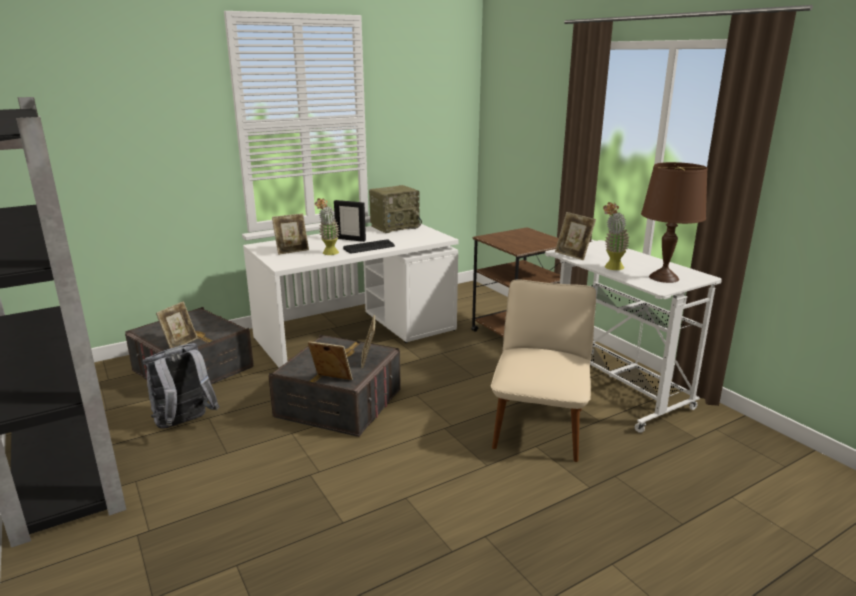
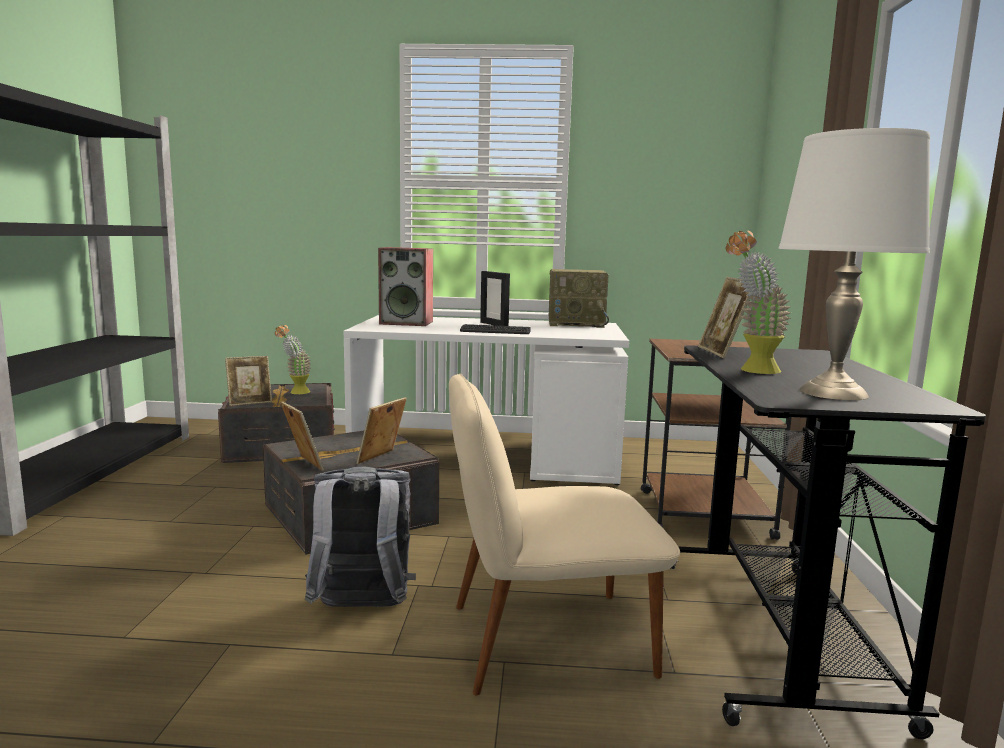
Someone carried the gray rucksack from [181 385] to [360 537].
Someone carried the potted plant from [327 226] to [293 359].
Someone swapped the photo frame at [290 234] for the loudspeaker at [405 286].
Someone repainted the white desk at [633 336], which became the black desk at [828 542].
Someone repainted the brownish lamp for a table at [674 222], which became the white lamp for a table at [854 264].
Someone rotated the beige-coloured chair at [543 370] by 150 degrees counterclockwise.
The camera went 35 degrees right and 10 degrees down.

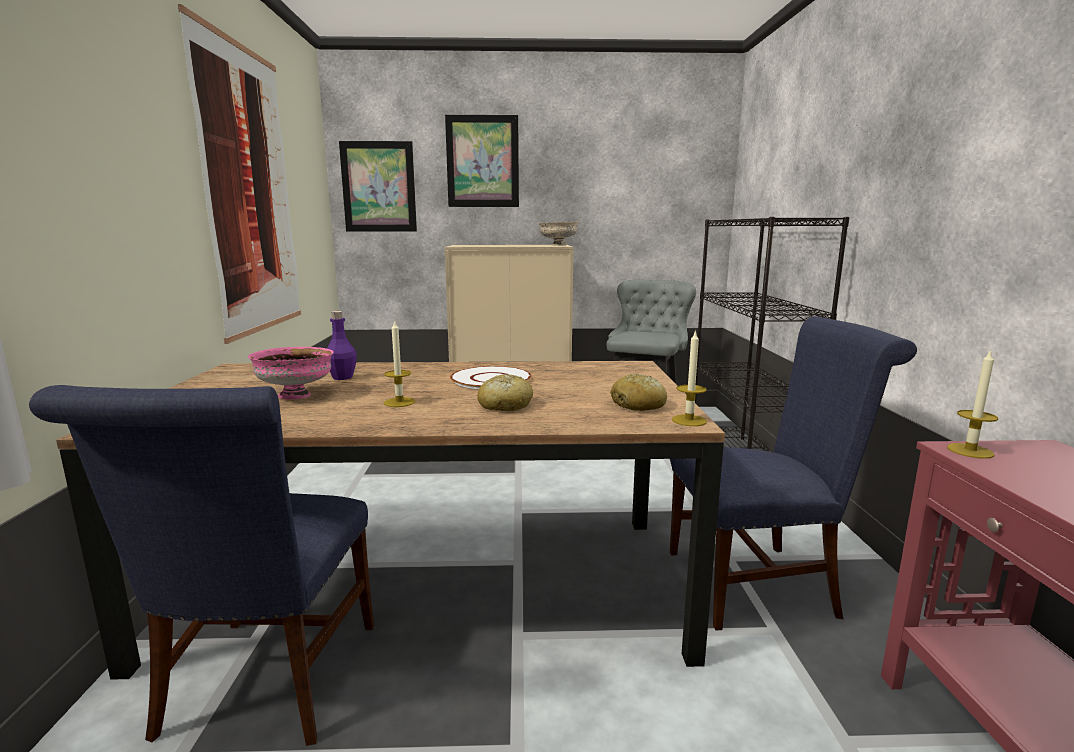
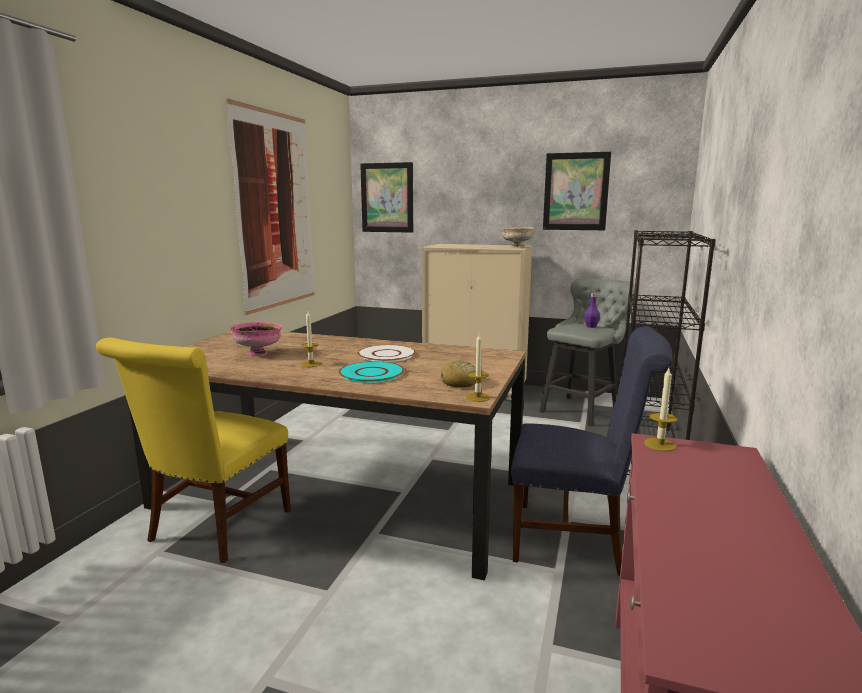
Someone carried the purplish bottle from [342 345] to [592 310].
Someone carried the wall picture from [482 161] to [577 191].
Someone swapped the baked bread at [505 392] for the turquoise flat dish at [371 372].
Someone repainted the blue chair at [201 565], which became the yellow chair at [193 450].
The camera went 20 degrees right and 0 degrees up.

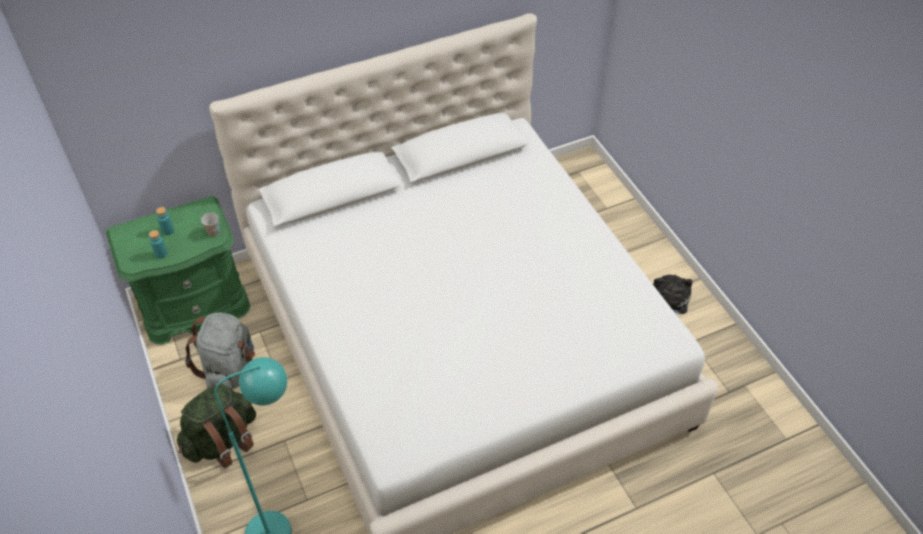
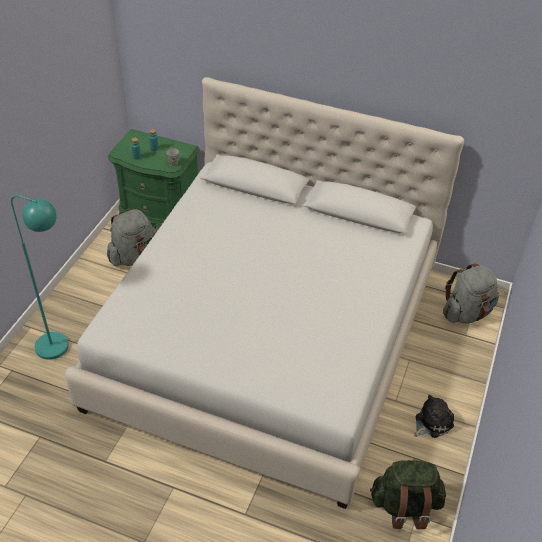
Someone put down the gray rucksack at [471 294].
Someone carried the greenish rucksack from [216 425] to [408 494].
The camera went 45 degrees right and 5 degrees down.

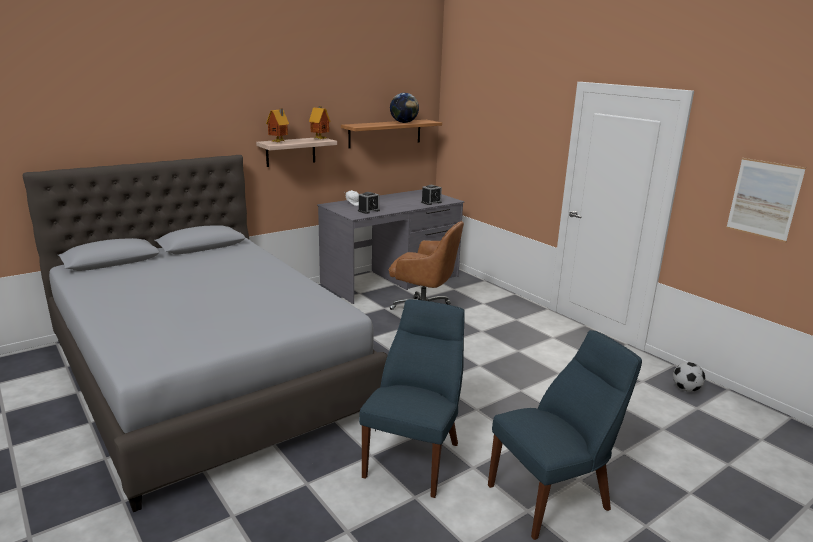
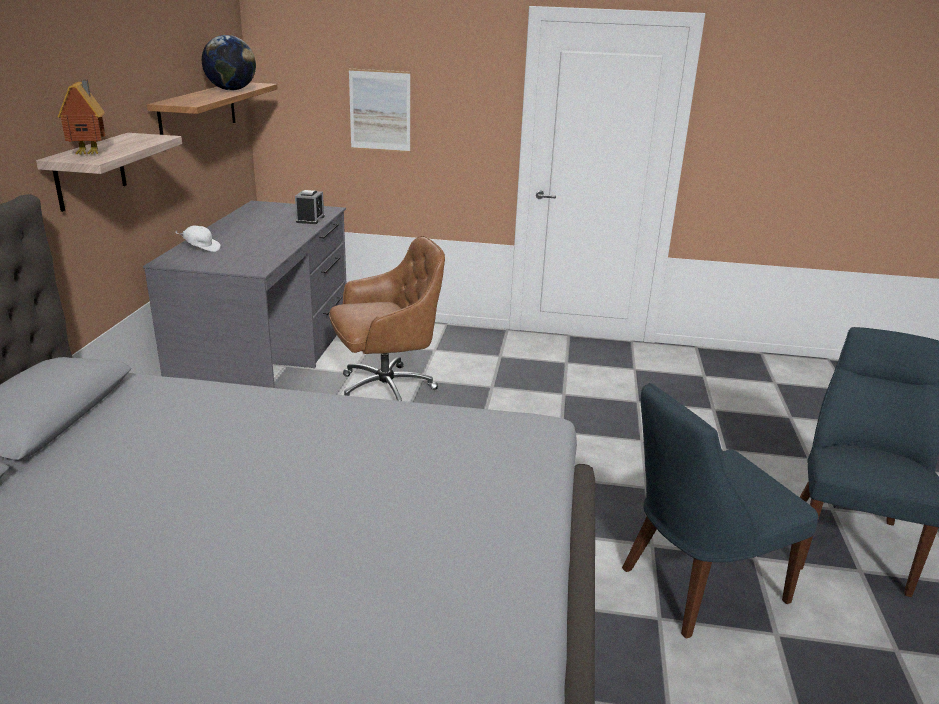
Someone took away the miniature house at [319 122].
Someone took away the alarm clock at [369 203].
Someone took away the football at [689 377].
Someone carried the wall picture from [766 200] to [379 111].
Someone rotated the blue chair at [412 398] by 90 degrees counterclockwise.
The camera went 45 degrees left and 5 degrees up.

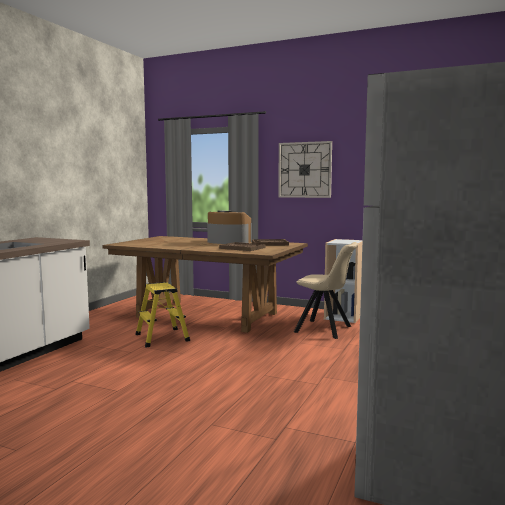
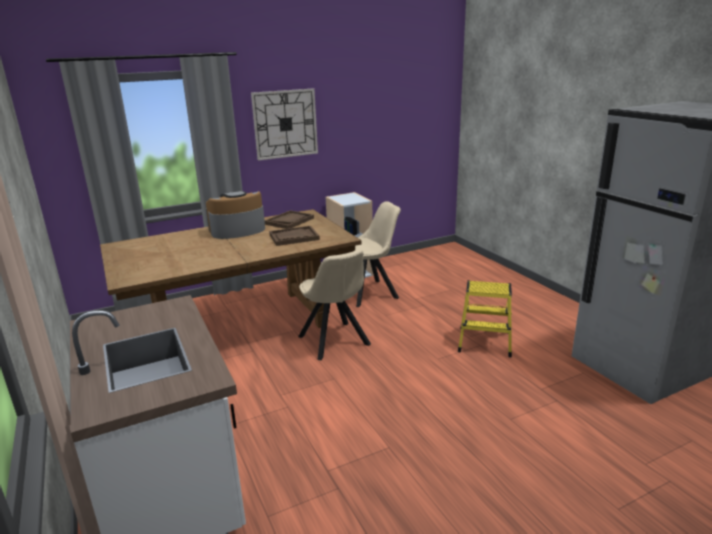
Someone put down the beige-coloured chair at [334 305].
Someone carried the yellow step stool from [162 314] to [485 318].
The camera went 50 degrees left and 15 degrees up.

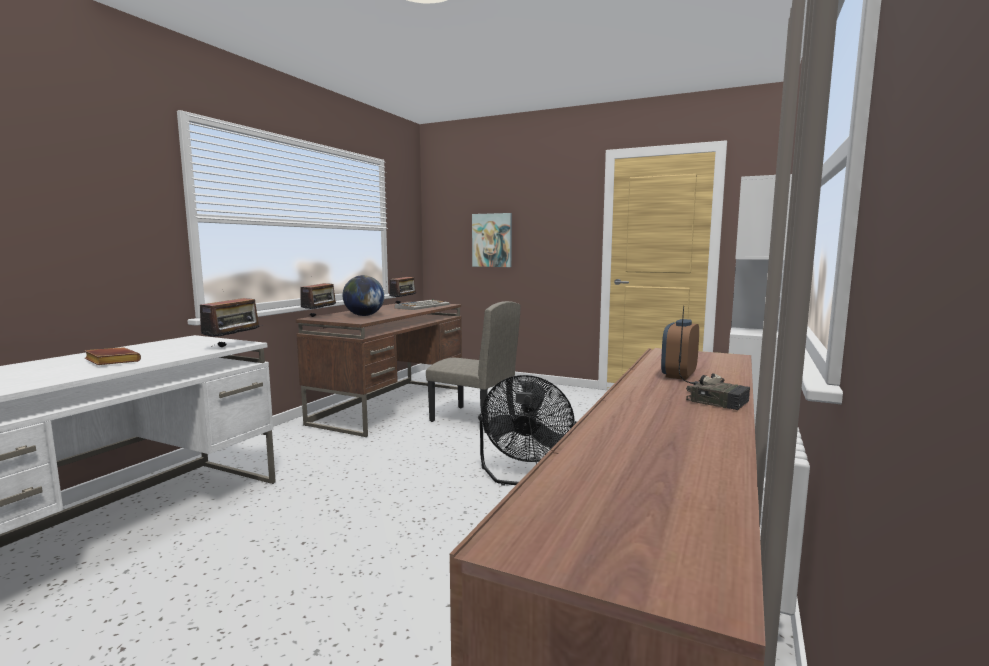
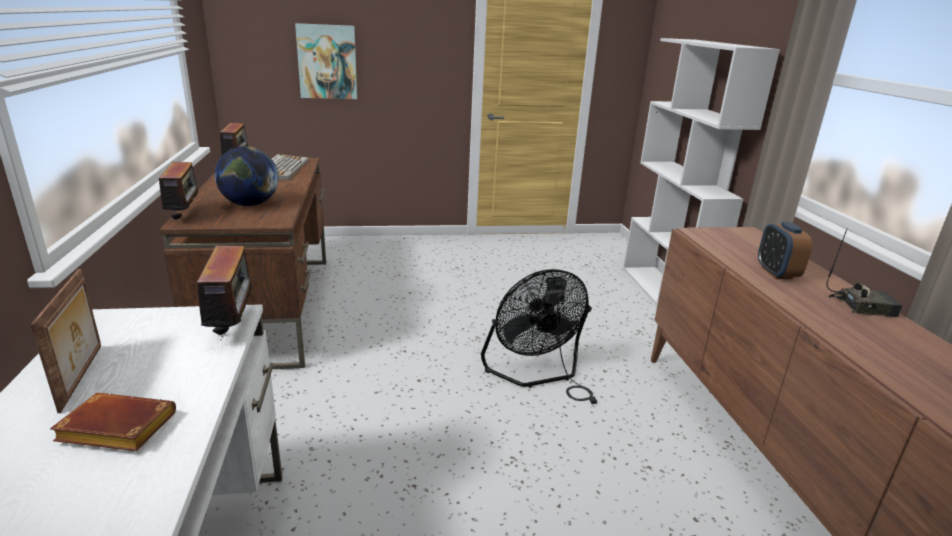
Someone took away the beige-coloured chair at [473 367].
Someone put down the photo frame at [65 341].
The camera went 35 degrees left and 15 degrees up.

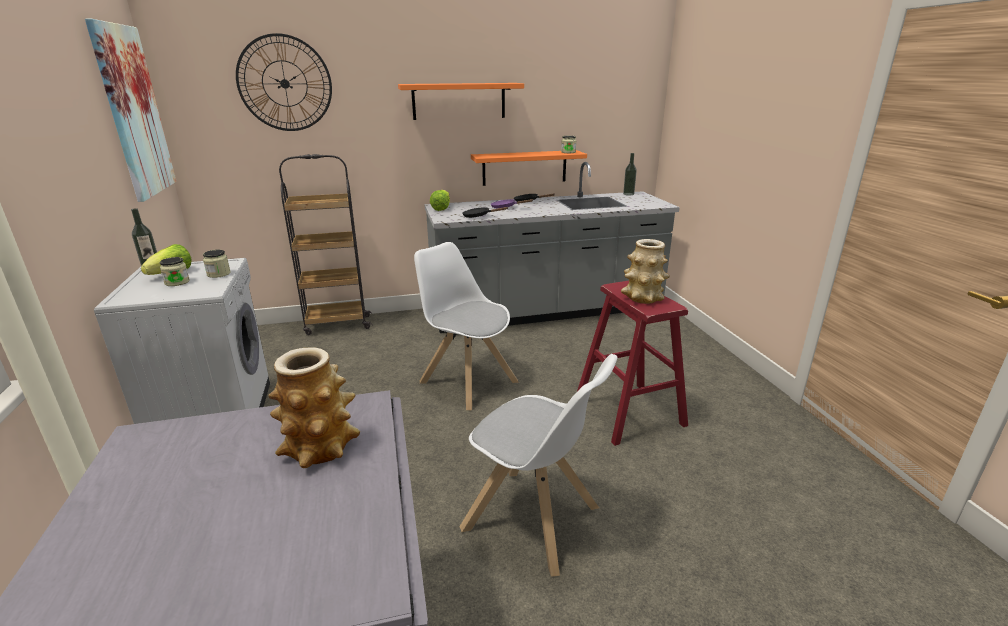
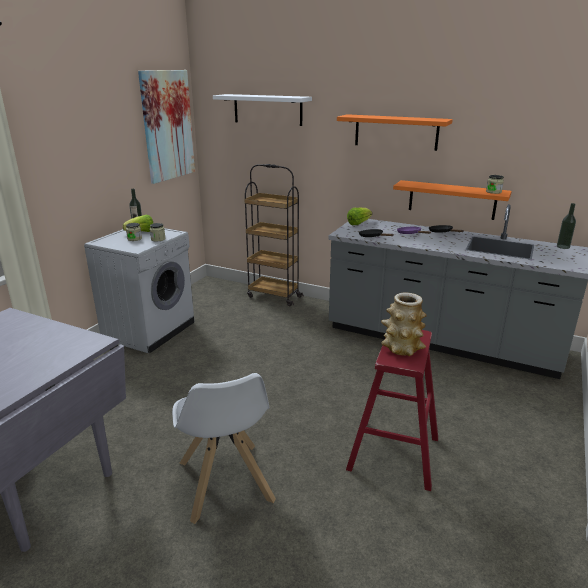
Someone took away the vase at [314 407].
Someone took away the chair at [466 326].
Someone swapped the clock on the wall at [284 82] for the white bracket shelf at [262 110].
The camera went 40 degrees right and 0 degrees up.

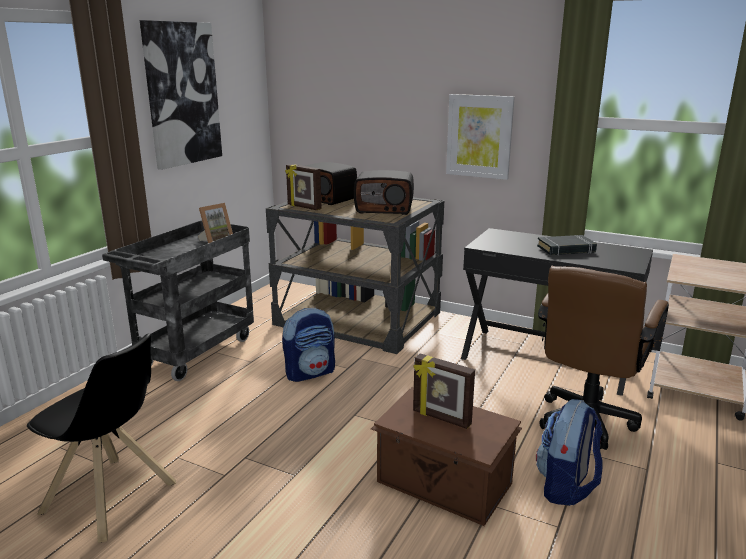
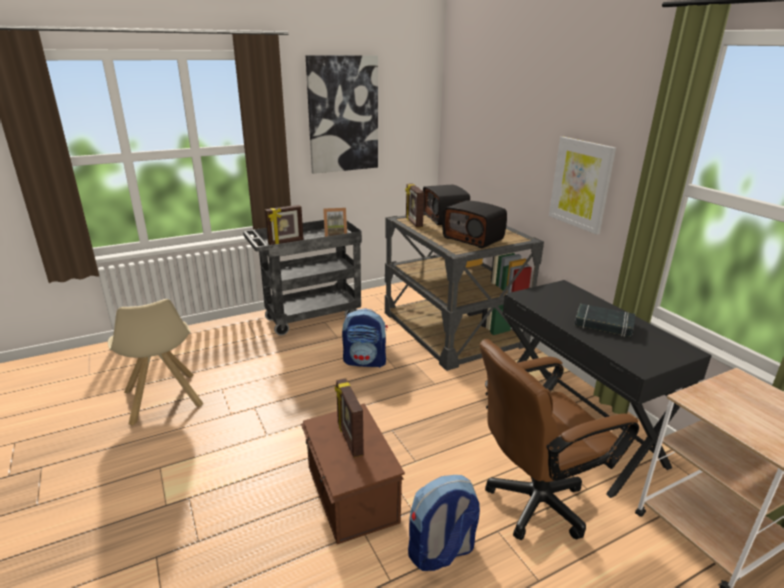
Someone put down the photo frame at [284 225].
Someone repainted the black chair at [101 438], which became the beige-coloured chair at [156 362].
The camera went 35 degrees right and 5 degrees up.

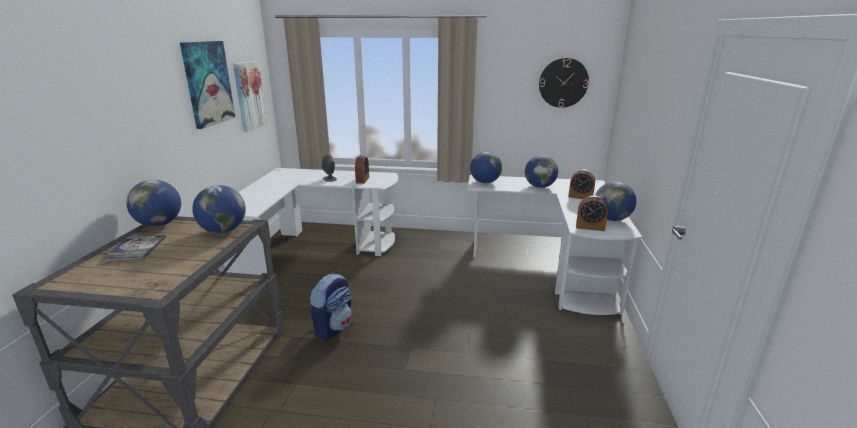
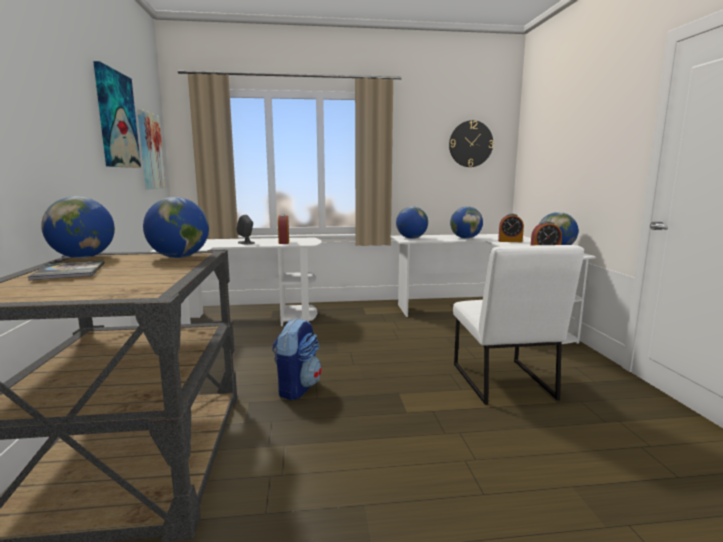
Someone put down the white chair at [518 325].
The camera went 15 degrees left and 10 degrees down.

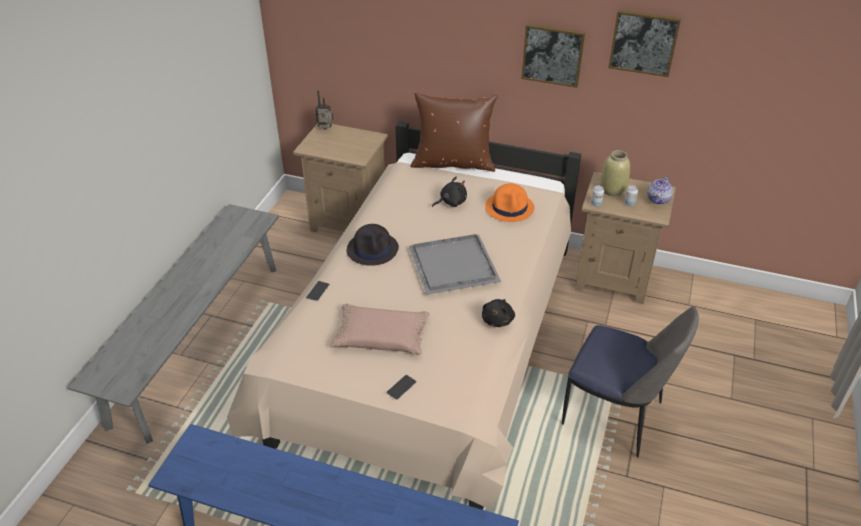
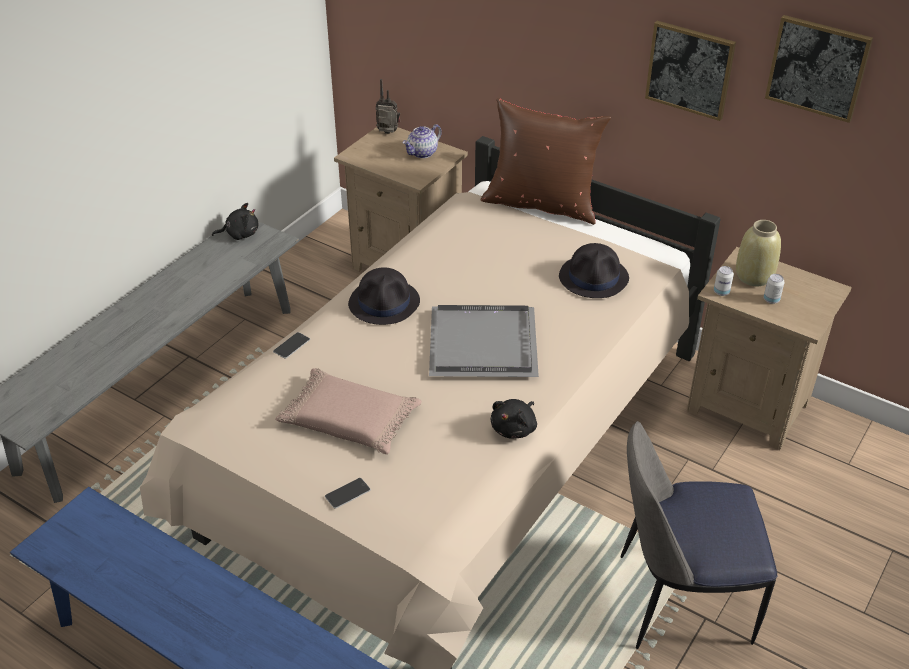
Someone carried the black cuddly toy from [449 192] to [235 221].
Someone carried the pot for tea from [660 190] to [422 141].
Someone repainted the orange-coloured hat at [510 202], which became the black hat at [594 270].
Someone rotated the chair at [630 381] by 135 degrees clockwise.
The camera went 15 degrees right and 0 degrees up.

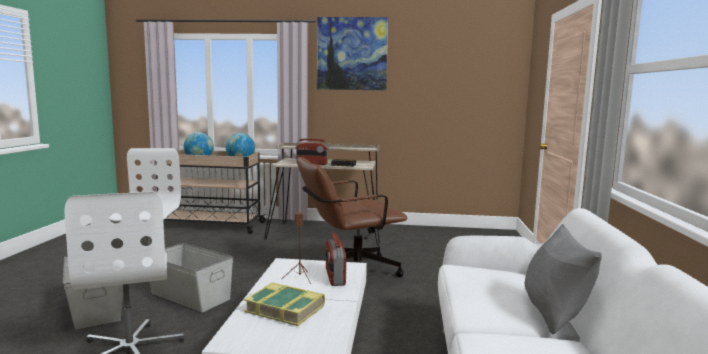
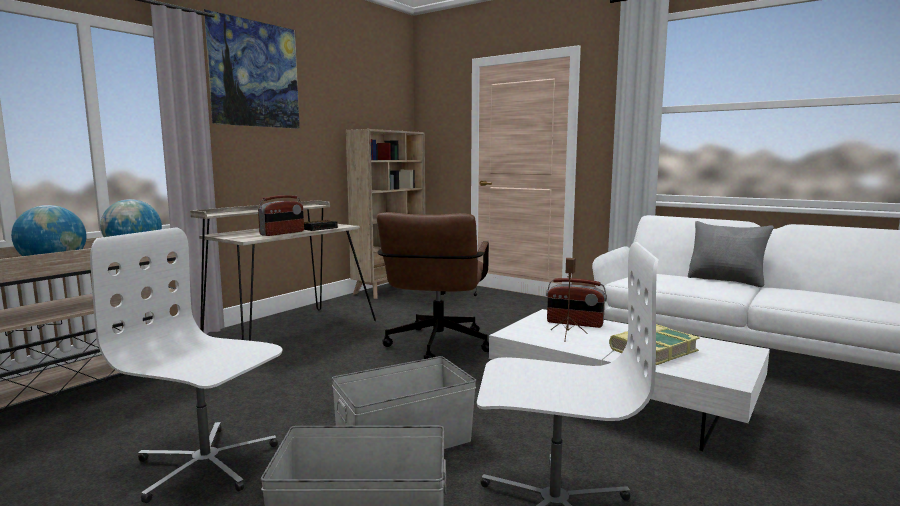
Someone put down the beige-coloured shelving unit at [385 214].
The camera went 60 degrees left and 0 degrees up.

